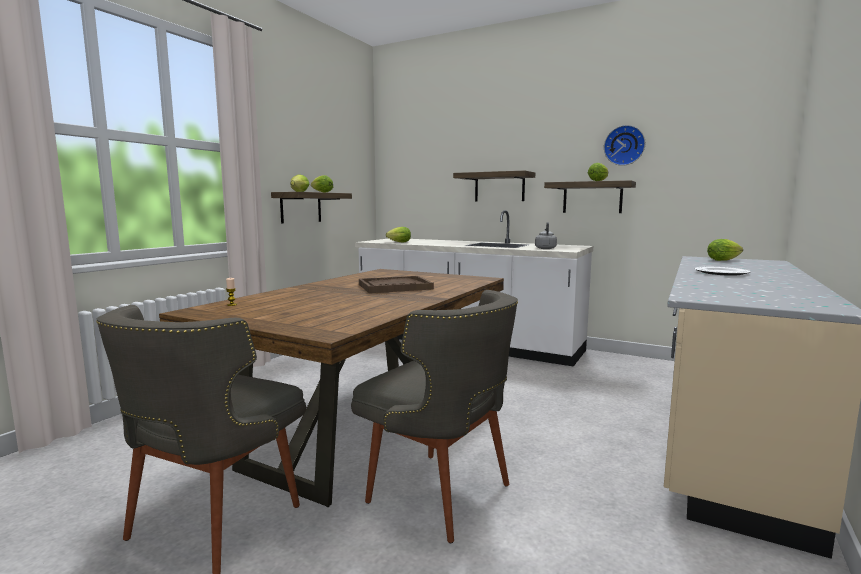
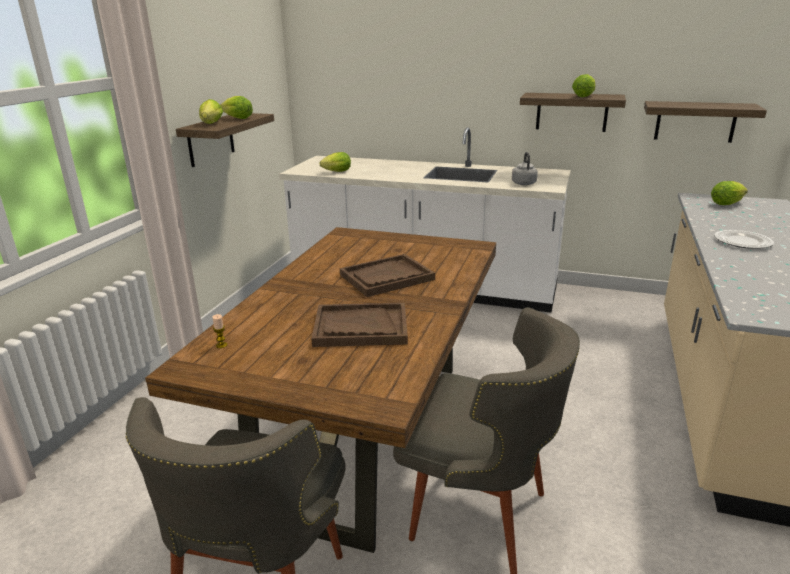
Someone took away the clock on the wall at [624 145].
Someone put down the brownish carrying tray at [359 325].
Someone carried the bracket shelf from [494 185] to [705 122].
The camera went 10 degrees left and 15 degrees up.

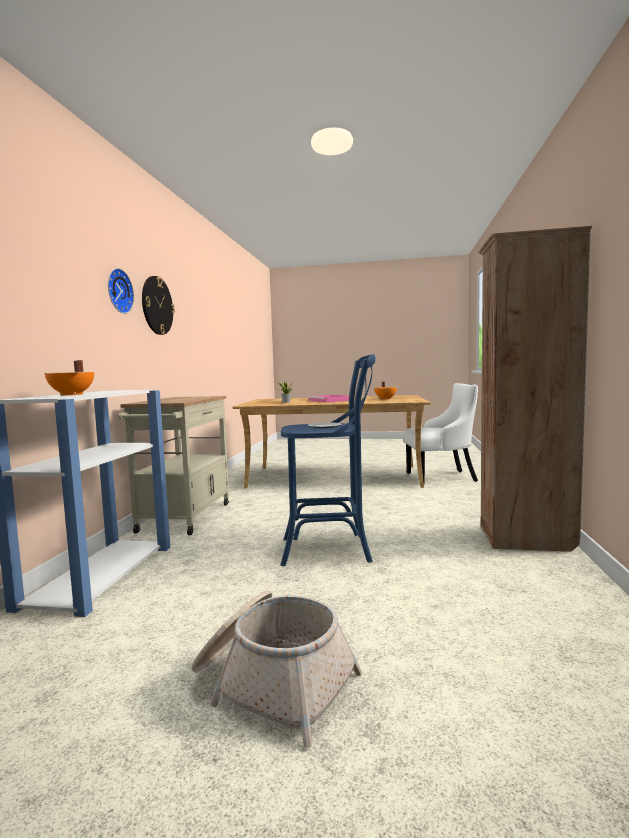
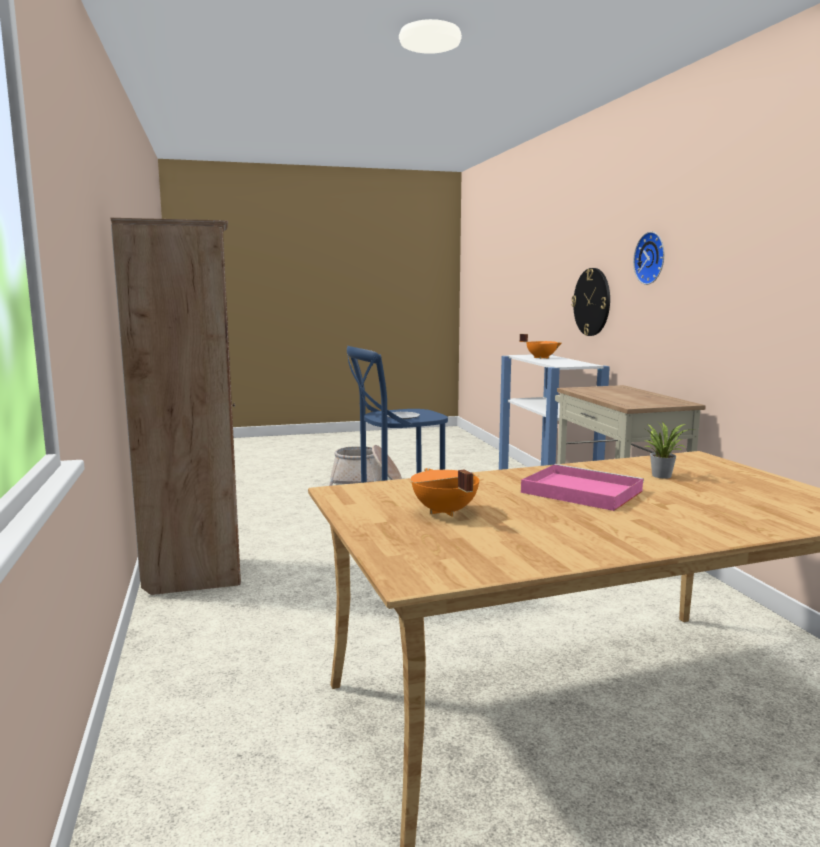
Someone took away the white chair at [440 433].
Someone carried the clock on the wall from [158 305] to [591 302].
The camera went 155 degrees right and 5 degrees up.

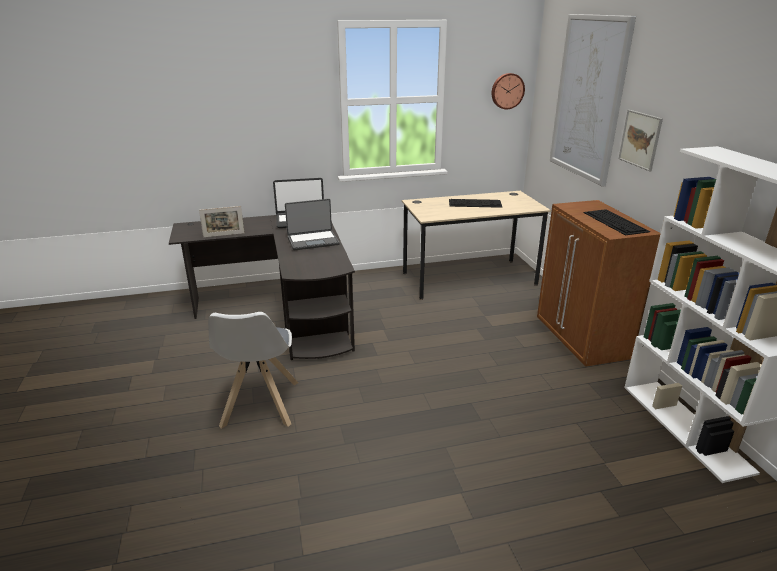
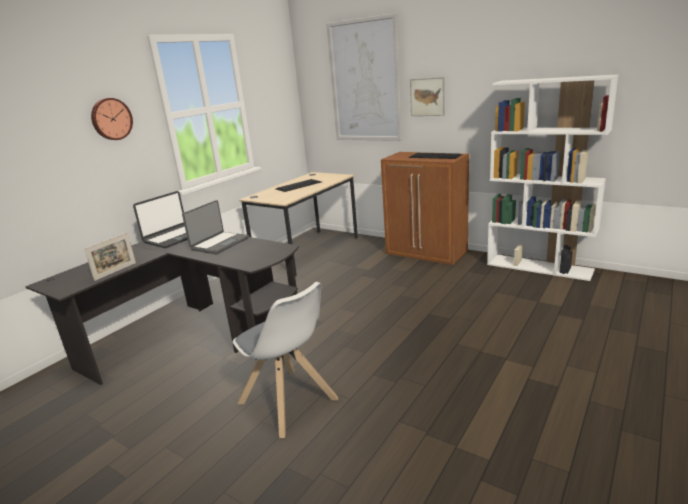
Someone carried the clock on the wall from [508 91] to [112 119].
The camera went 40 degrees left and 5 degrees down.

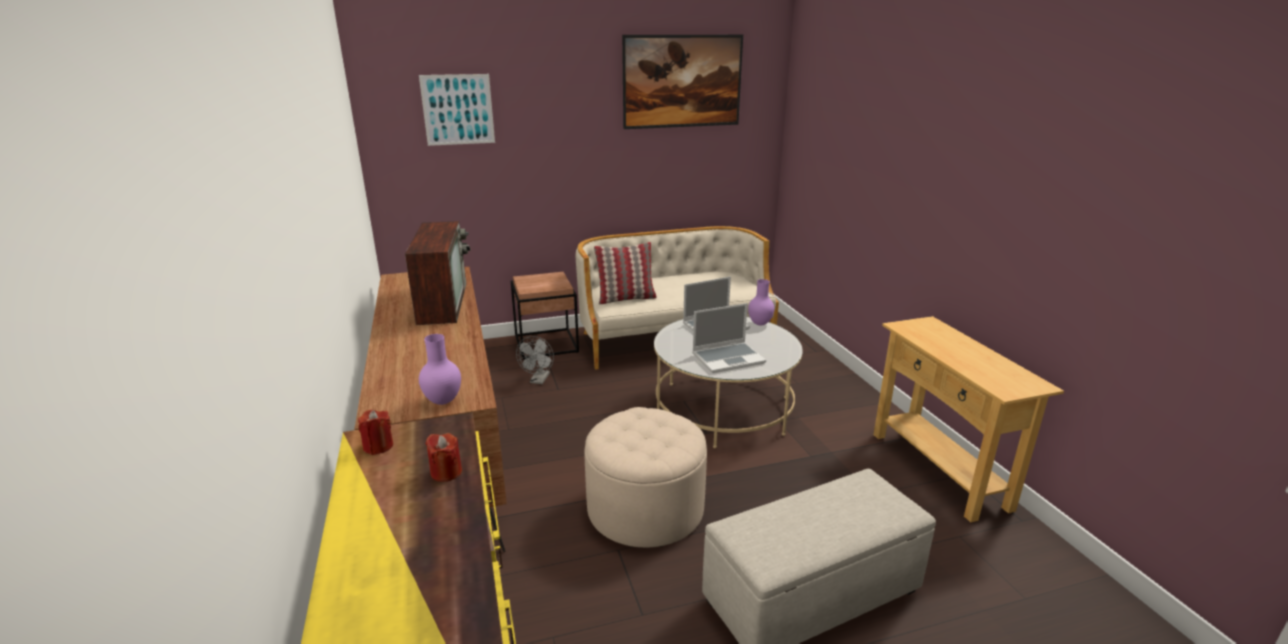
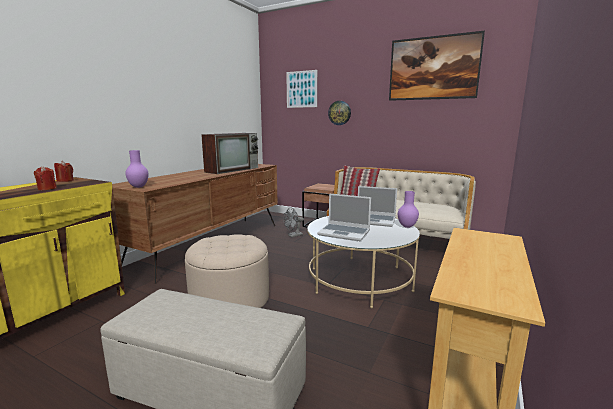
Someone put up the clock on the wall at [339 113].
The camera went 45 degrees right and 10 degrees down.

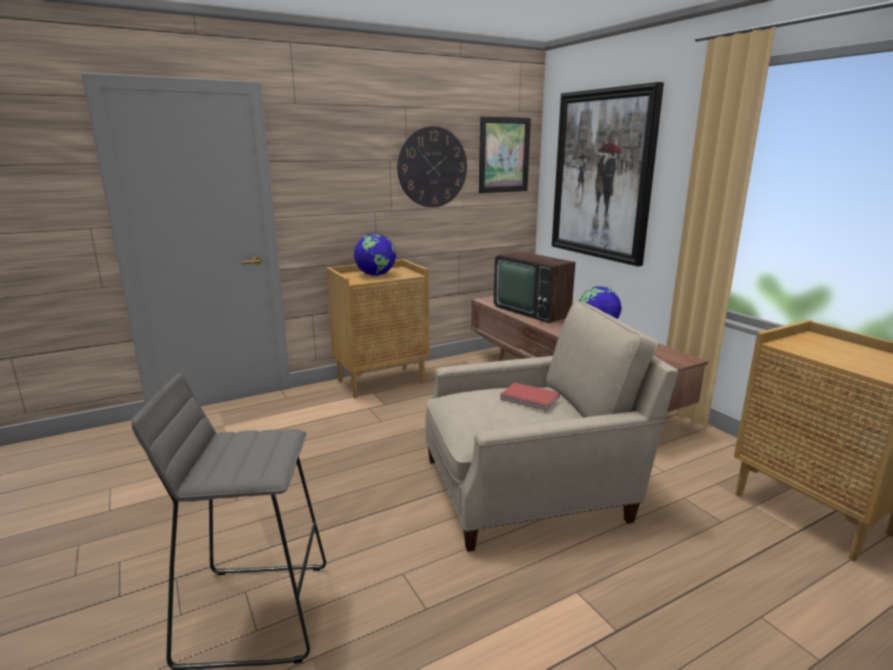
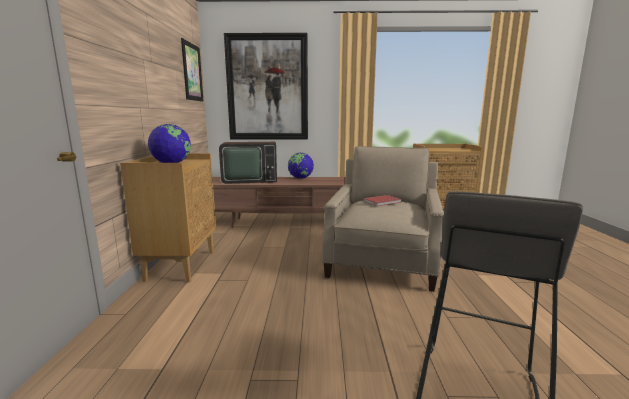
Someone took away the clock on the wall at [432 166].
The camera went 60 degrees left and 5 degrees down.

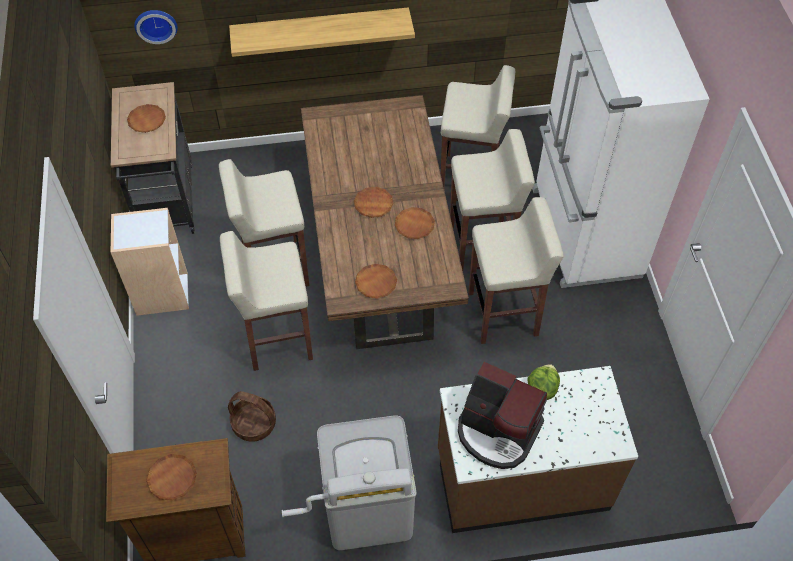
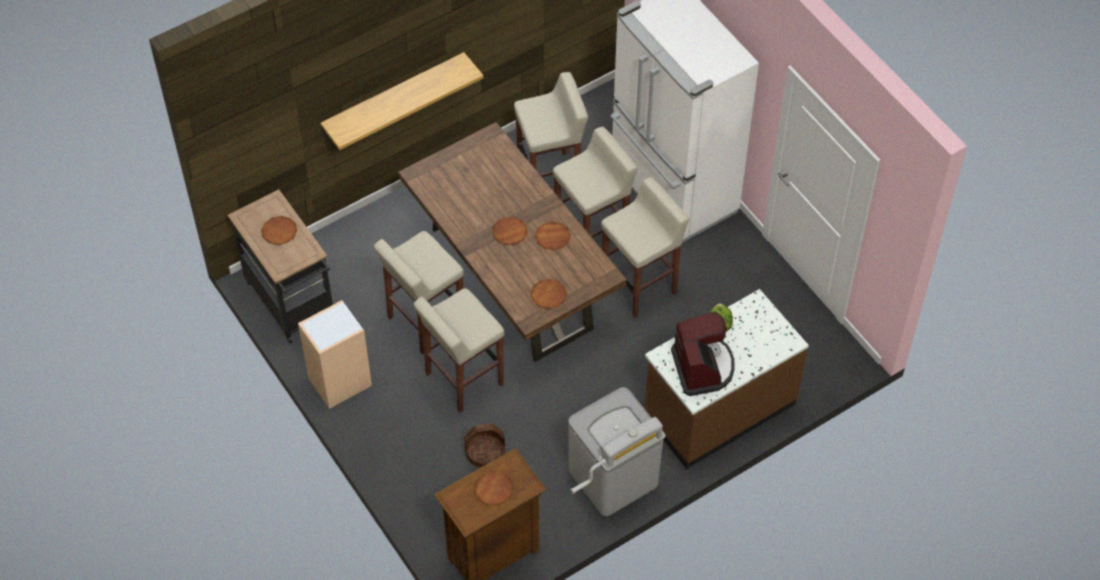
Someone took away the clock on the wall at [156 27].
Someone rotated the coffee maker at [502 415] by 105 degrees counterclockwise.
The camera went 25 degrees left and 0 degrees up.

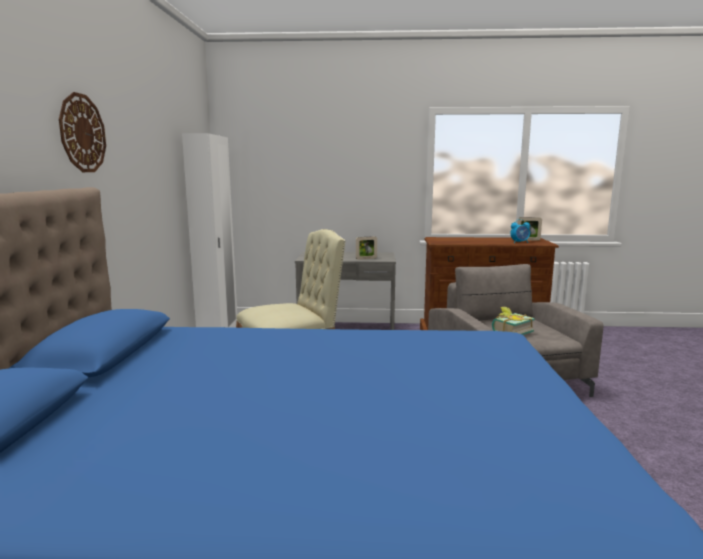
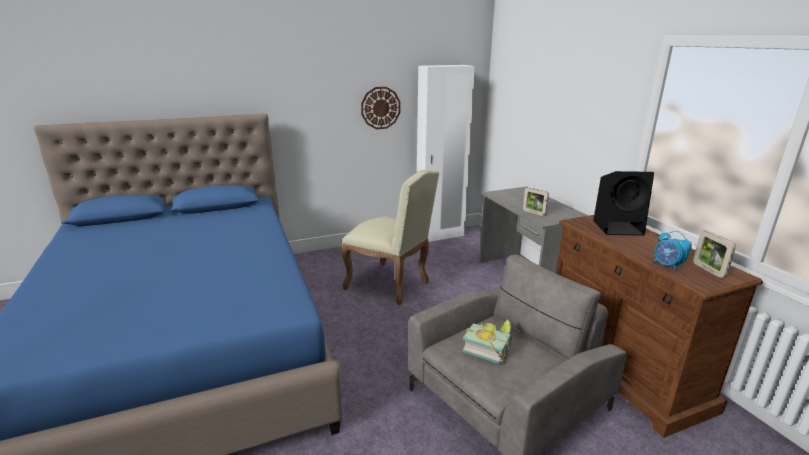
Someone put down the black loudspeaker at [623 203].
Someone carried the clock on the wall from [82 132] to [380 108].
The camera went 65 degrees right and 10 degrees up.

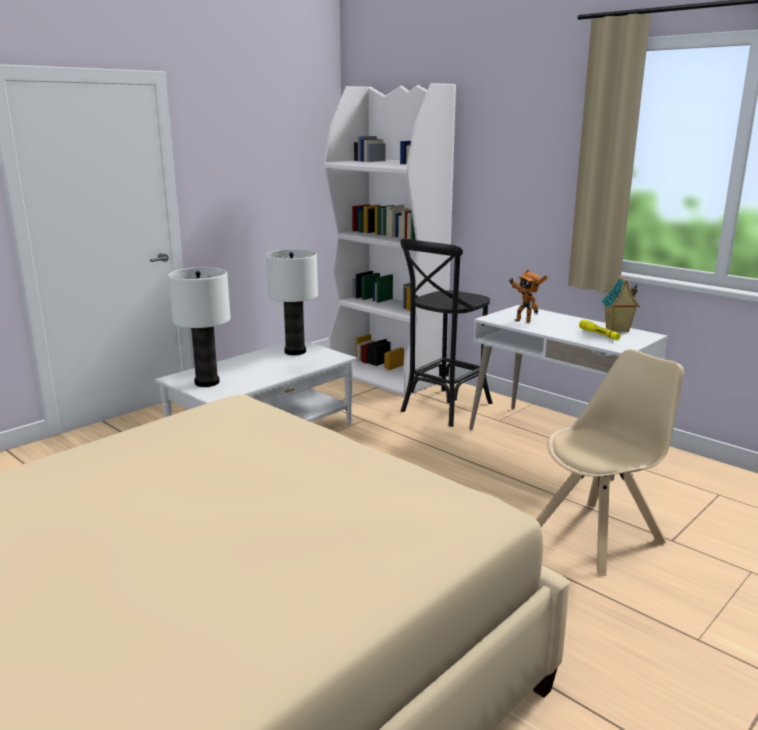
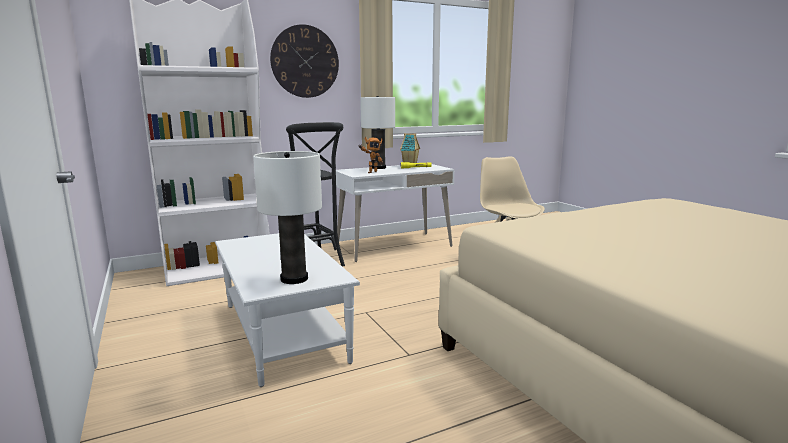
Someone put up the clock on the wall at [304 61].
Someone carried the white lamp for a table from [292 302] to [377 132].
The camera went 70 degrees left and 5 degrees down.

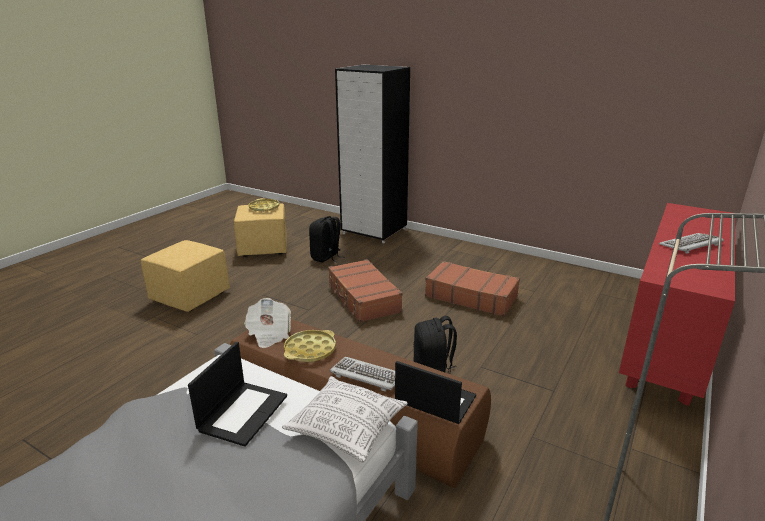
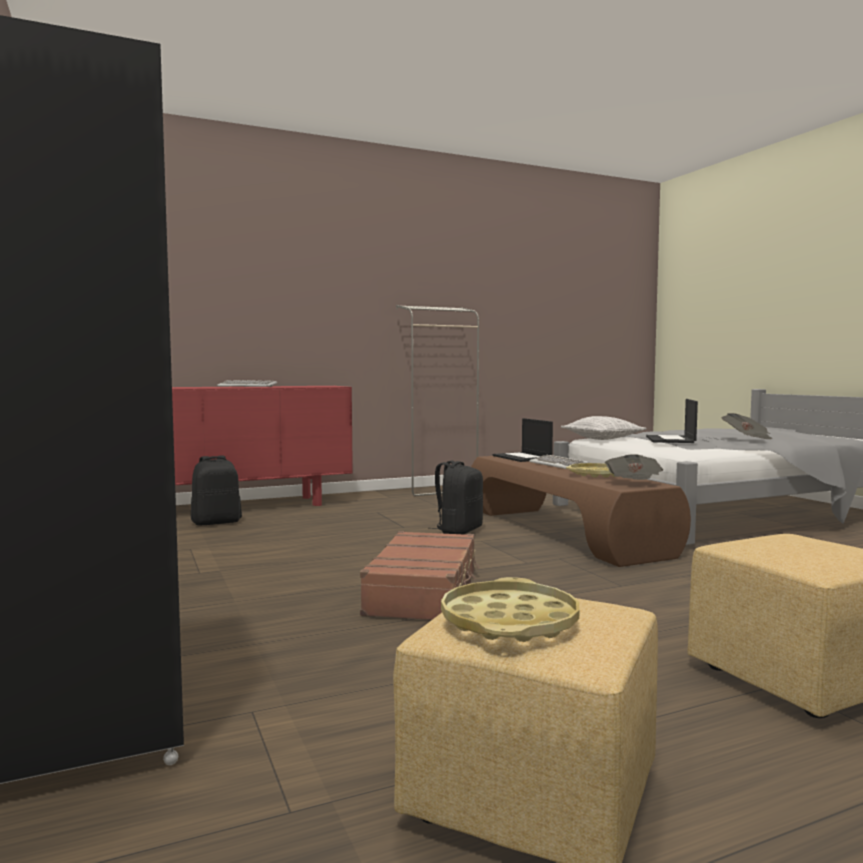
Someone took away the brownish suitcase at [472 289].
Someone put down the printed paper at [747 426].
Someone carried the black rucksack from [324 239] to [216 490].
Someone rotated the laptop at [237 394] by 45 degrees counterclockwise.
The camera went 145 degrees left and 20 degrees down.

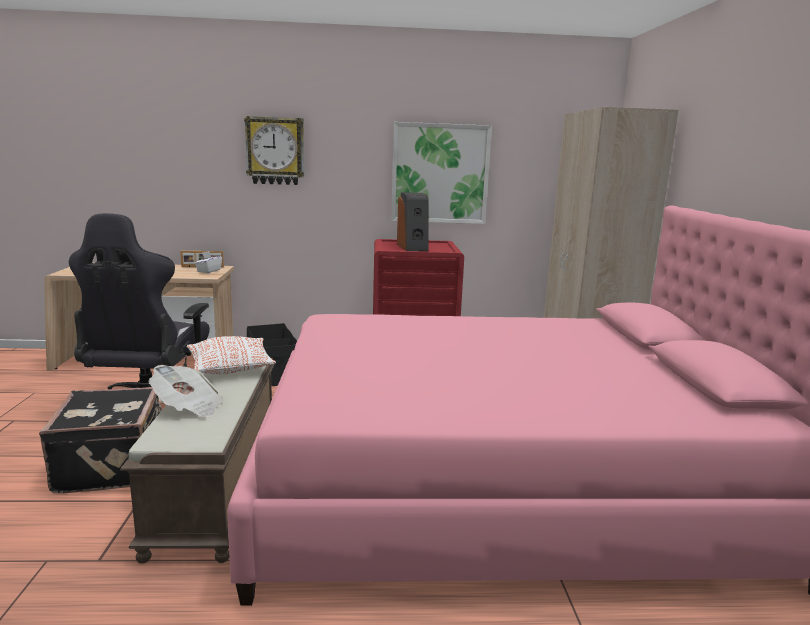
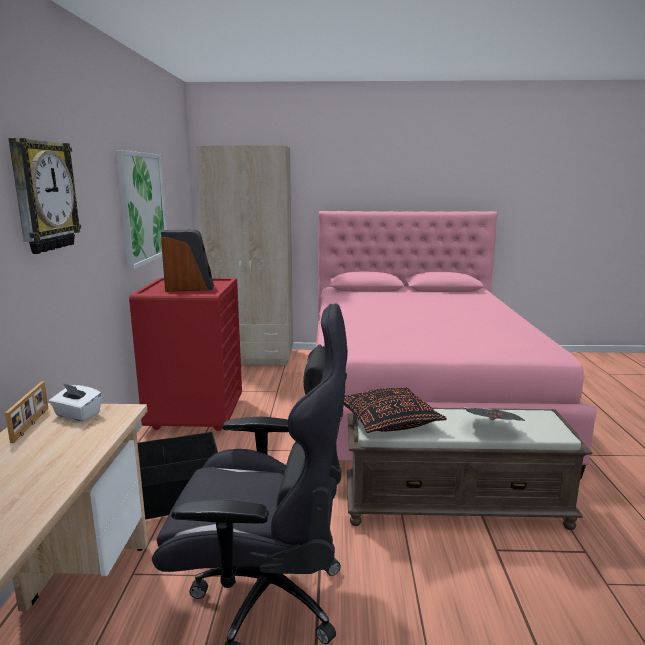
Someone took away the black suitcase at [100 440].
Someone repainted the white pillow at [231 355], which became the black pillow at [395 410].
The camera went 85 degrees left and 0 degrees up.

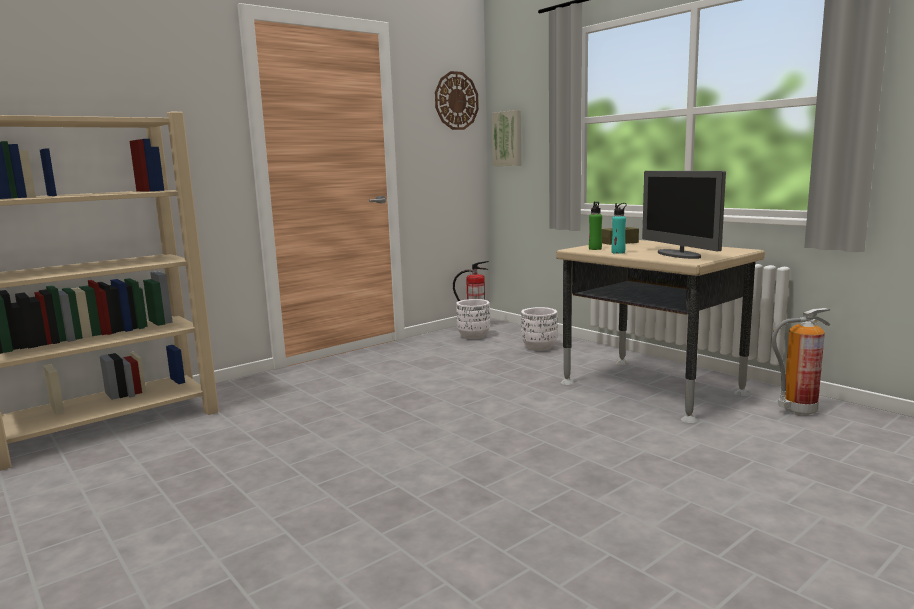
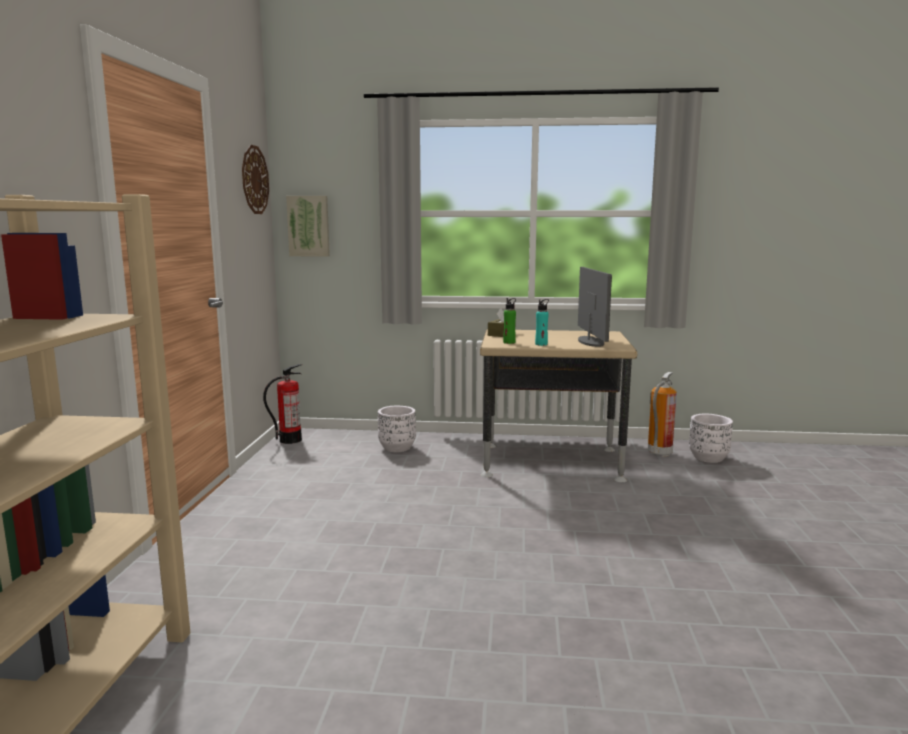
Someone carried the white flower pot from [473 319] to [711 438].
Someone rotated the computer screen at [684 215] by 120 degrees counterclockwise.
The camera went 45 degrees left and 0 degrees up.

